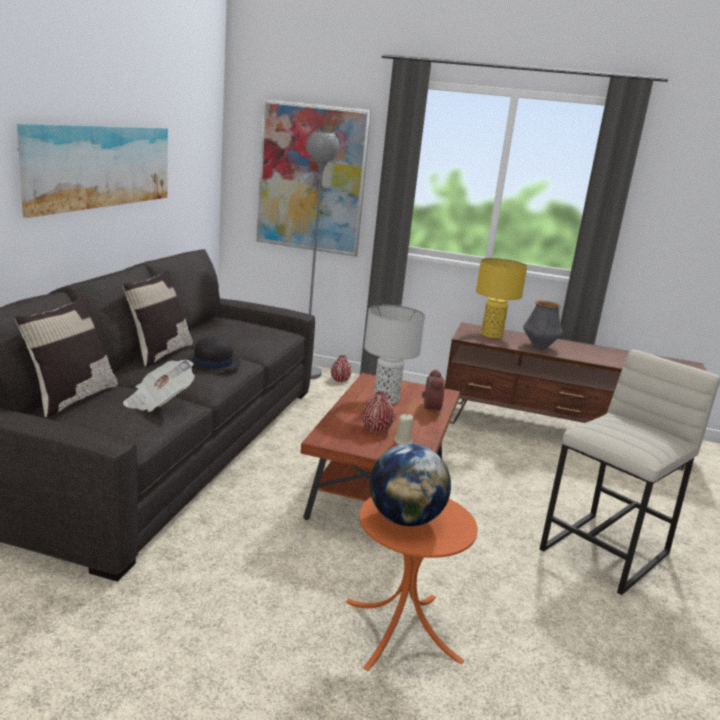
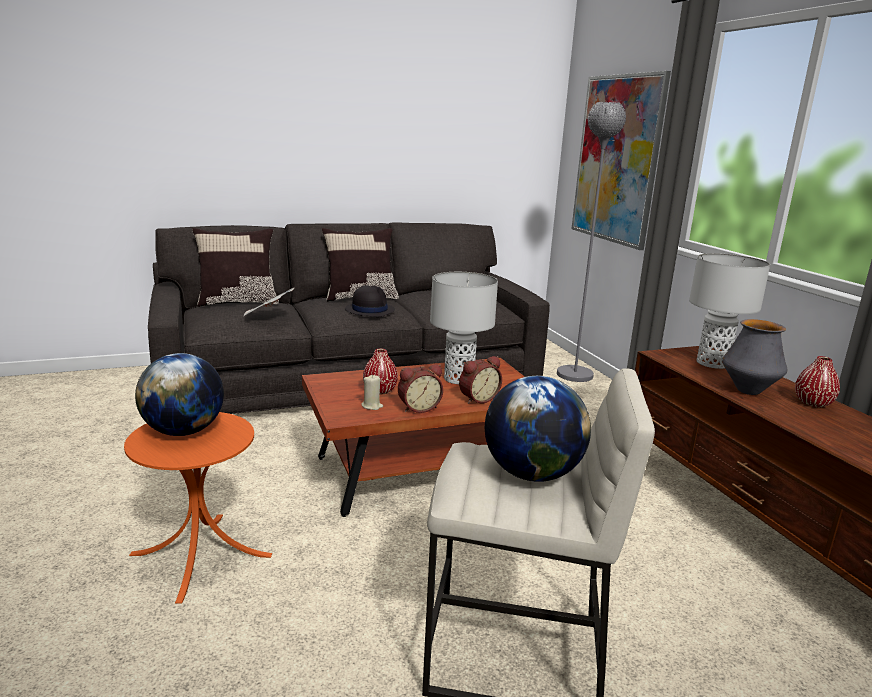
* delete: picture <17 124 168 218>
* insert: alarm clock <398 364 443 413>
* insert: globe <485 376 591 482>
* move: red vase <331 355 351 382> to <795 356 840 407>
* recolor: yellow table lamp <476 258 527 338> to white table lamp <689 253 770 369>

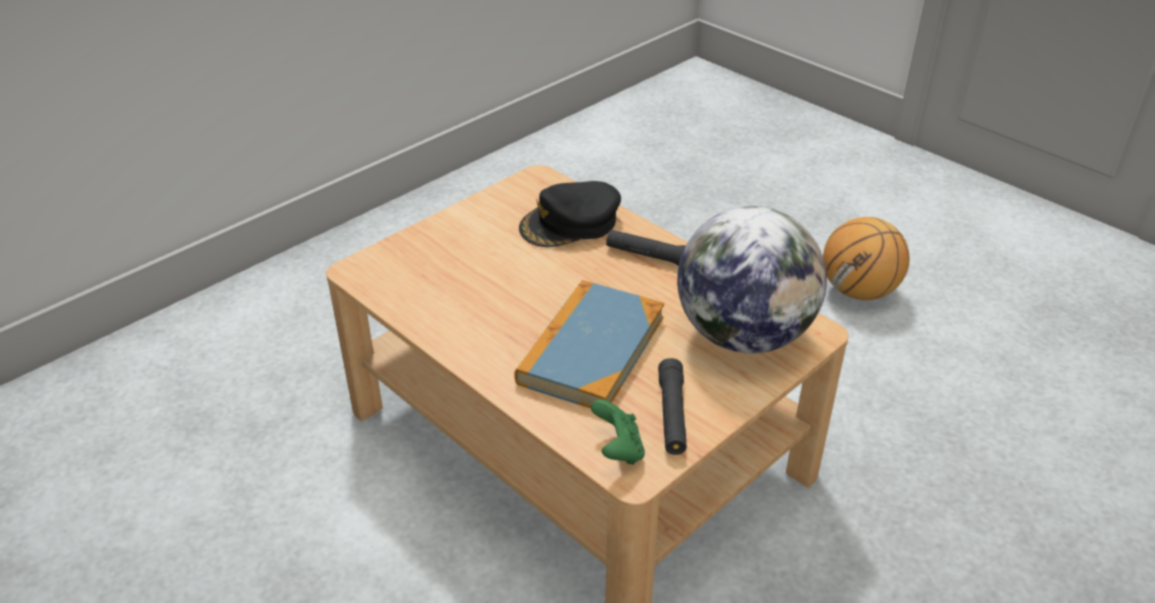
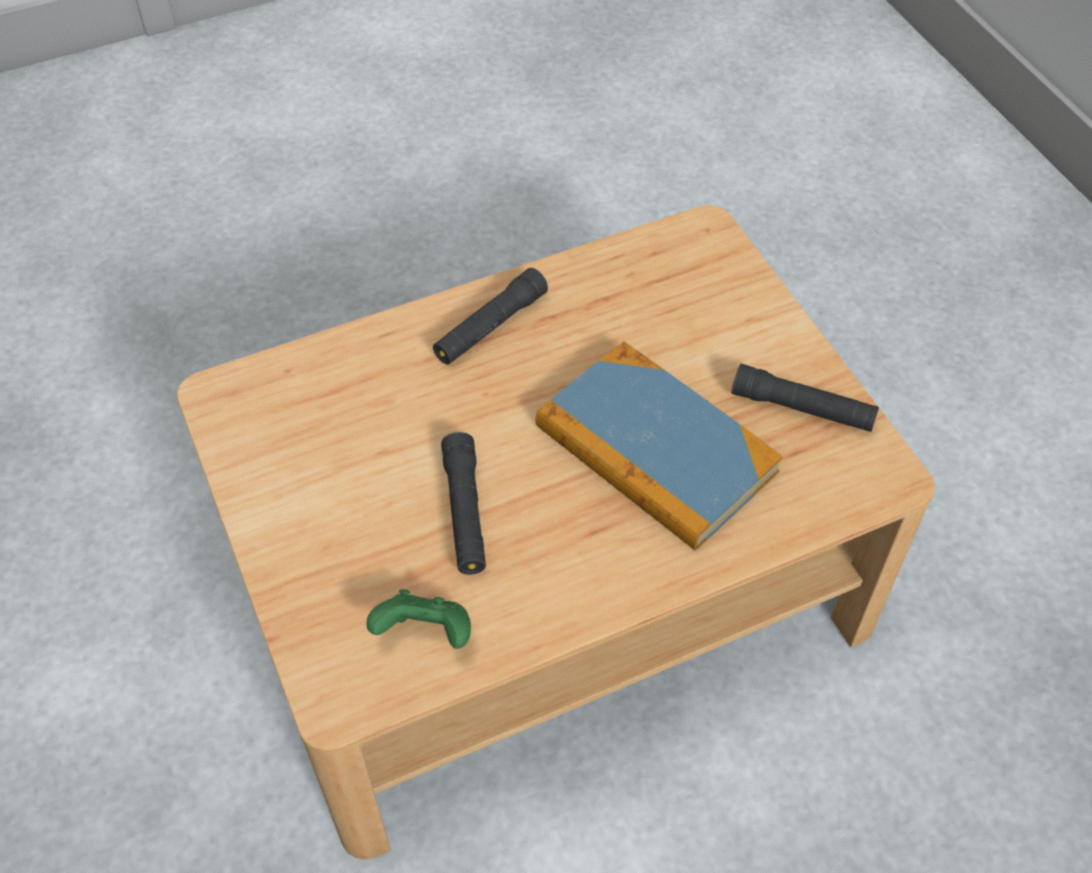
* delete: black cap <519 181 621 247>
* delete: globe <677 206 827 353>
* delete: basketball <823 217 909 300>
* insert: black flashlight <441 432 486 575>
* move: green game controller <591 400 645 465> to <366 589 471 649>

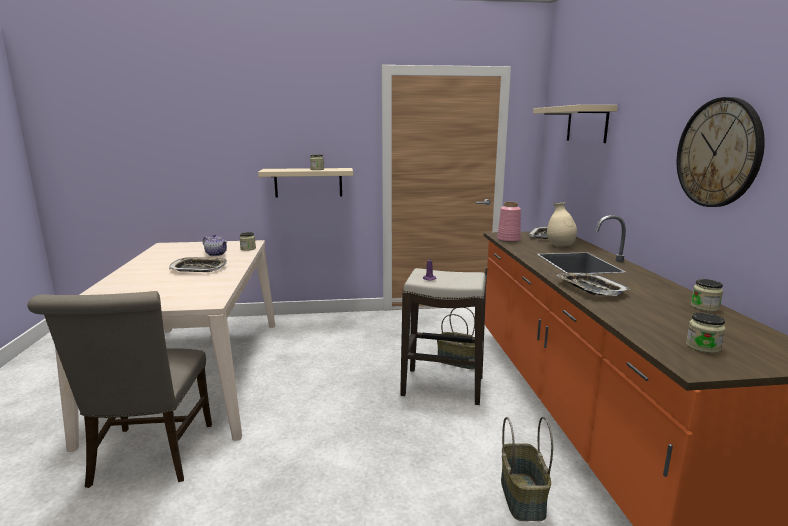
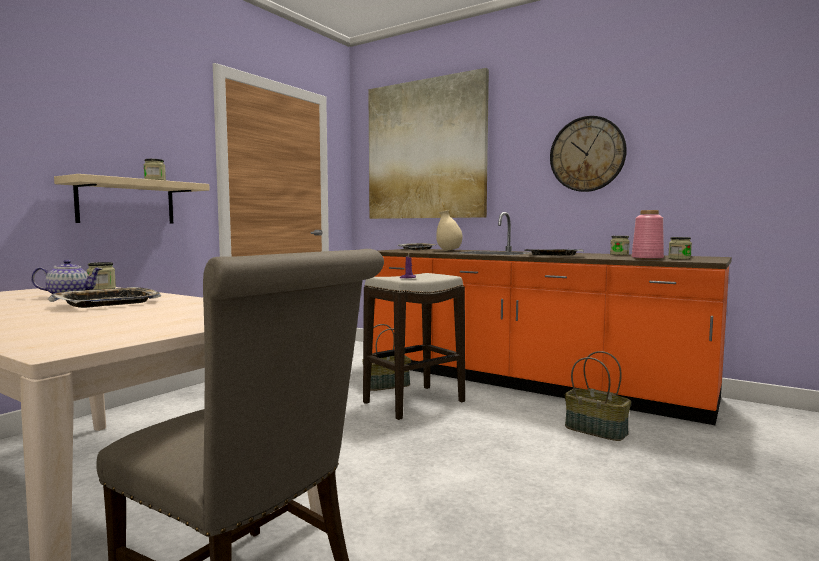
* move: pink vase <497 202 521 242> to <632 210 664 260>
* replace: beige shelf <533 105 618 143> to picture <368 68 489 219>

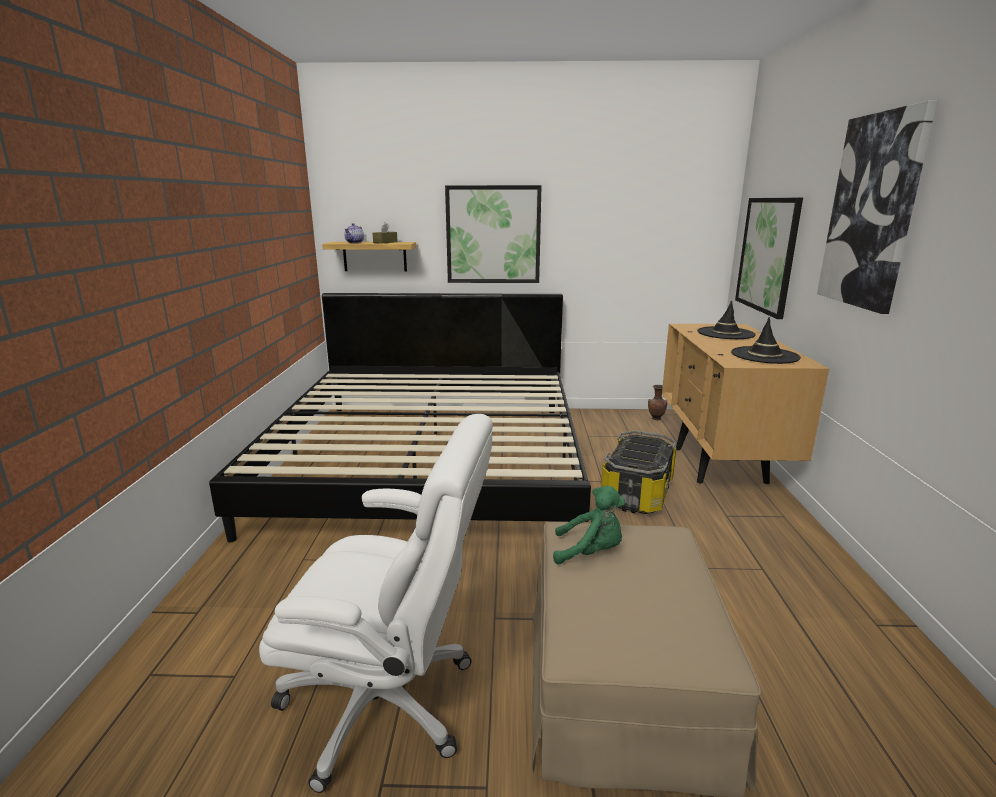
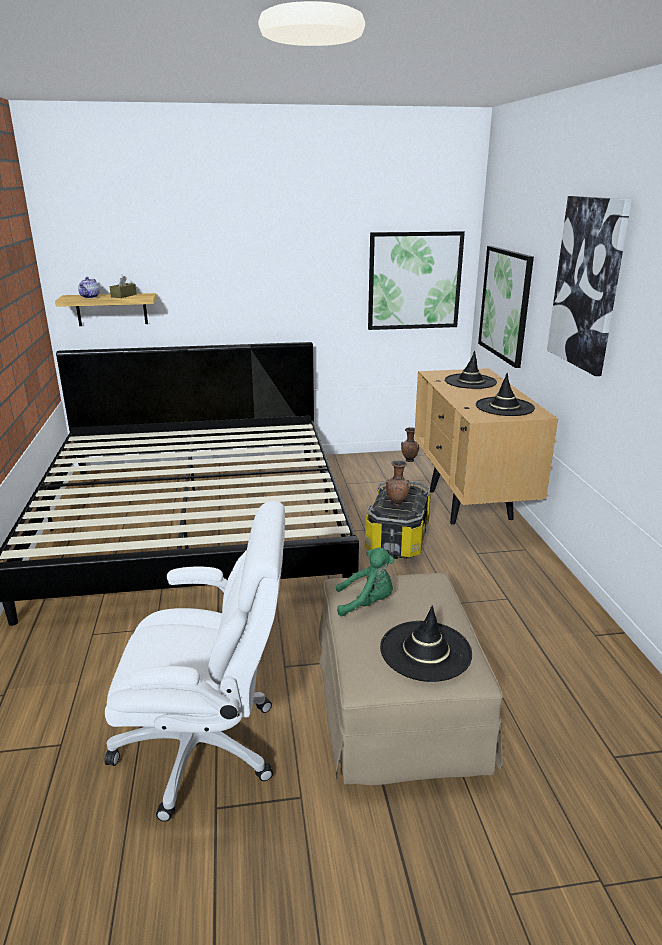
* insert: black hat <380 605 472 682>
* insert: brown vase <386 460 411 507>
* move: picture <445 185 542 283> to <368 231 465 330>

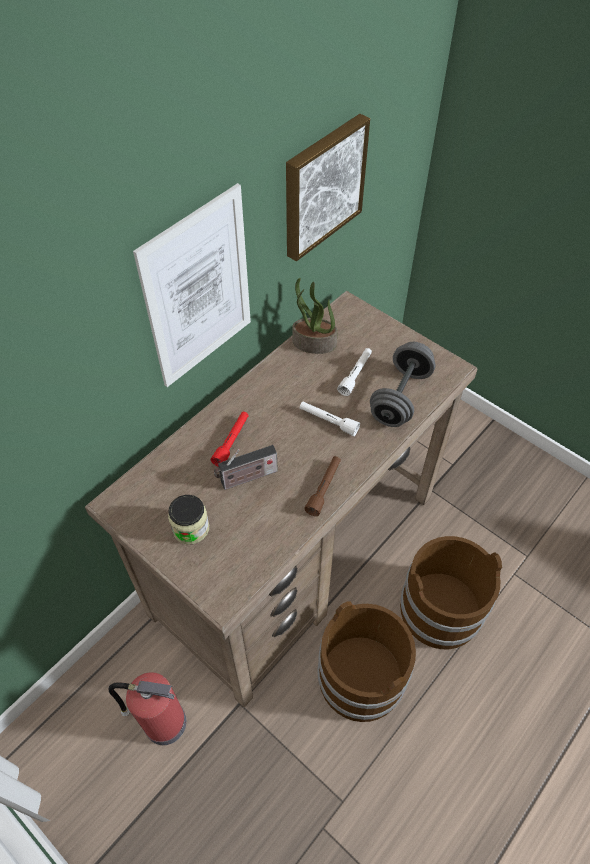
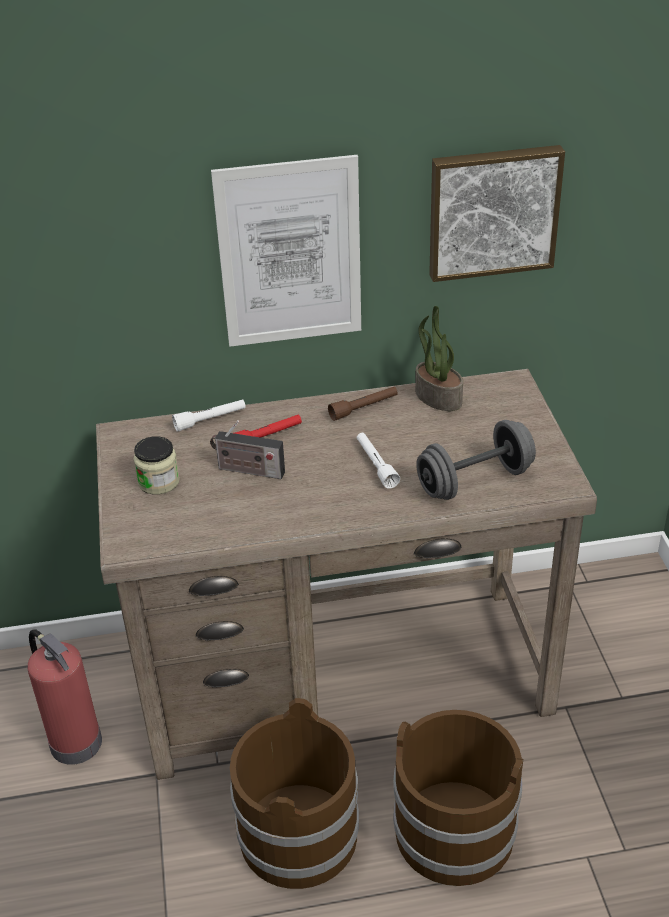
* move: brown flashlight <304 456 341 516> to <328 387 398 421>
* move: white flashlight <337 348 372 396> to <172 399 246 432>

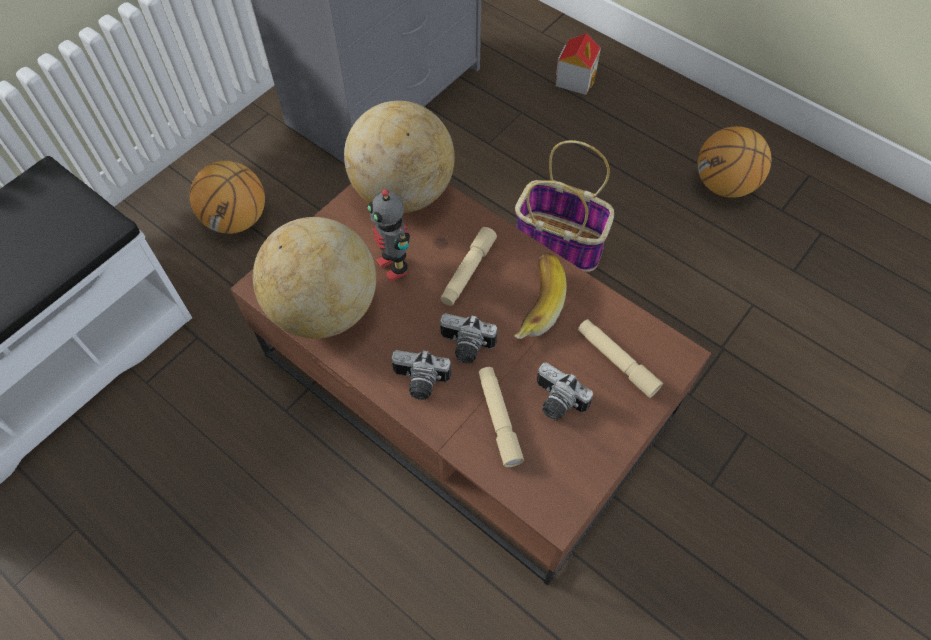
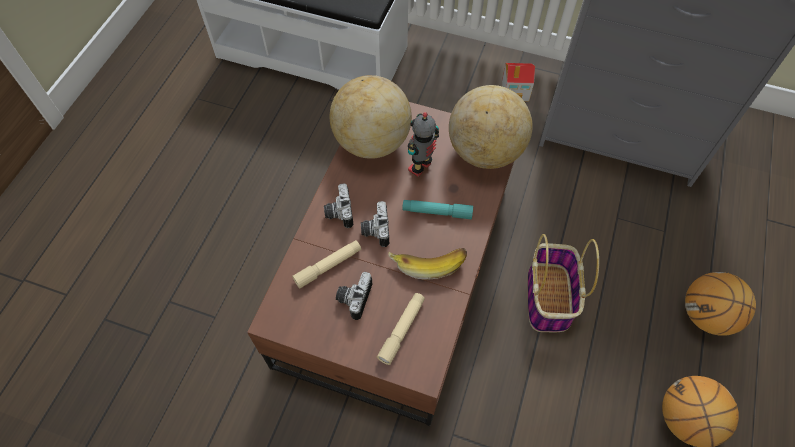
* move: basketball <190 161 265 234> to <685 272 756 336>
* move: toy house <555 33 601 95> to <502 63 535 101>
* recolor: beige flashlight <440 227 497 306> to turquoise flashlight <402 200 473 219>

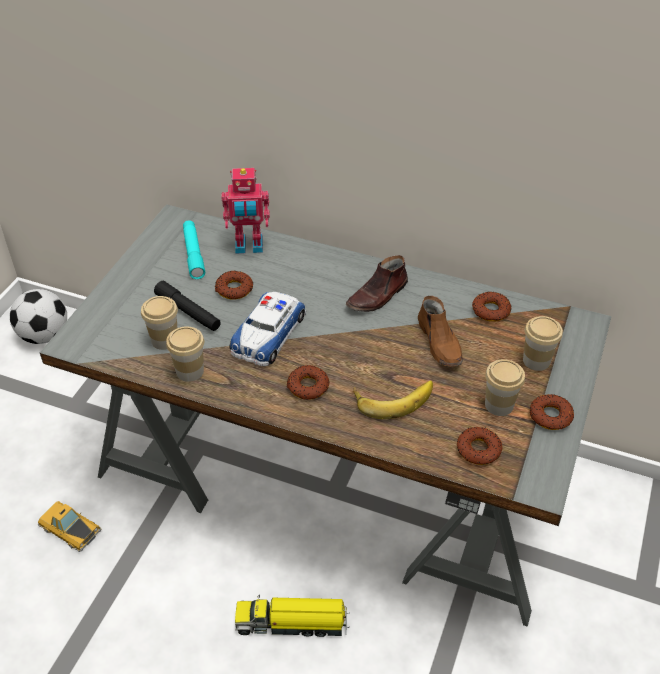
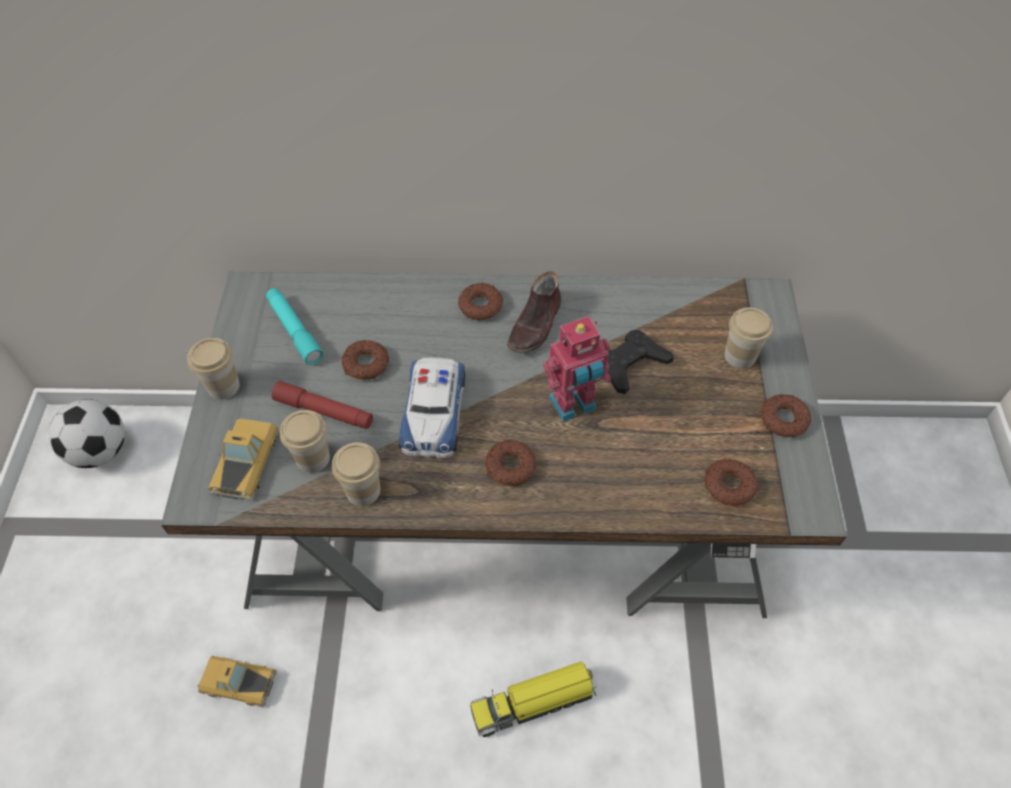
* delete: banana <353 380 433 419>
* insert: toy car <208 418 280 501>
* move: toy robot <221 168 270 254> to <543 316 611 422>
* move: donut <472 292 512 322> to <458 283 503 320>
* move: cup <485 359 525 416> to <187 338 240 400>
* replace: brown shoe <418 296 463 367> to black game controller <607 330 674 394>
* recolor: black flashlight <154 281 221 331> to red flashlight <272 381 373 429>

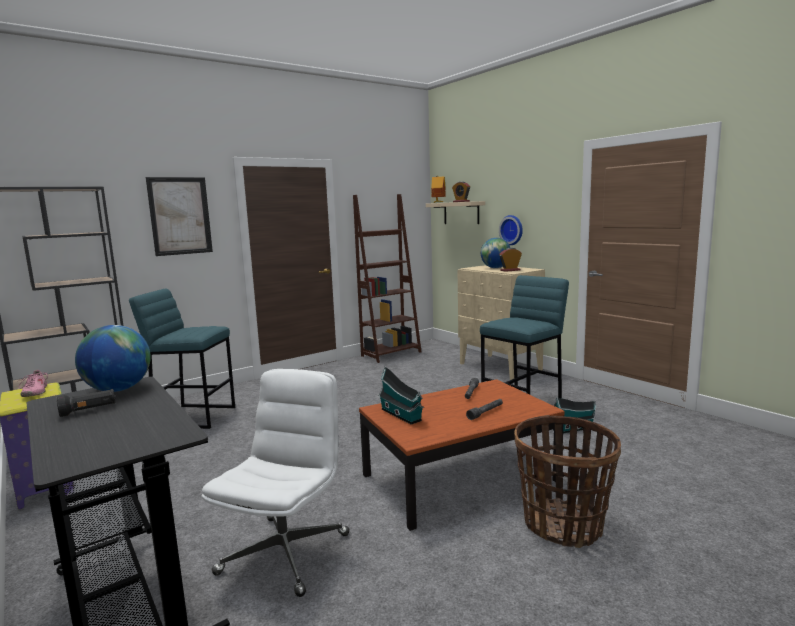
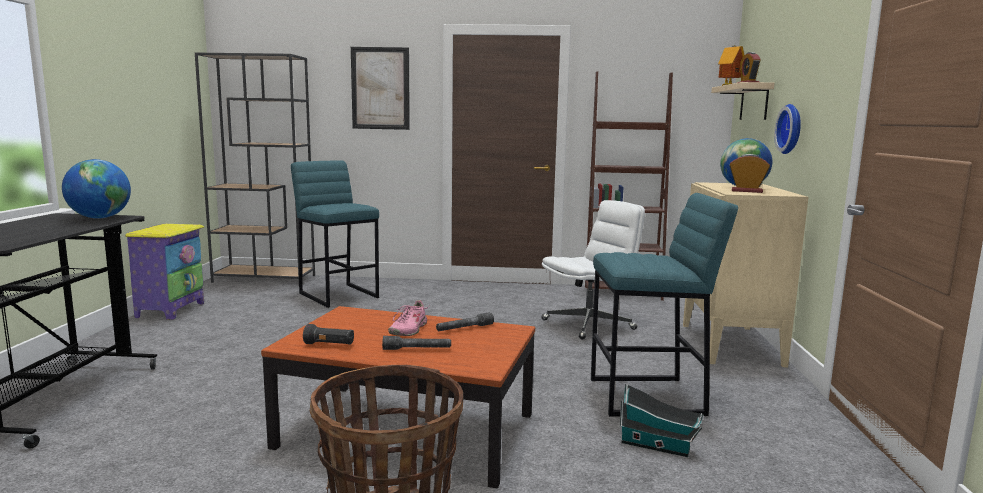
* delete: toy house <378 366 424 424>
* move: pink shoe <18 370 48 397> to <388 300 430 336>
* move: black flashlight <57 389 116 417> to <303 324 354 345>
* move: white office chair <201 369 350 597> to <542 200 645 340>

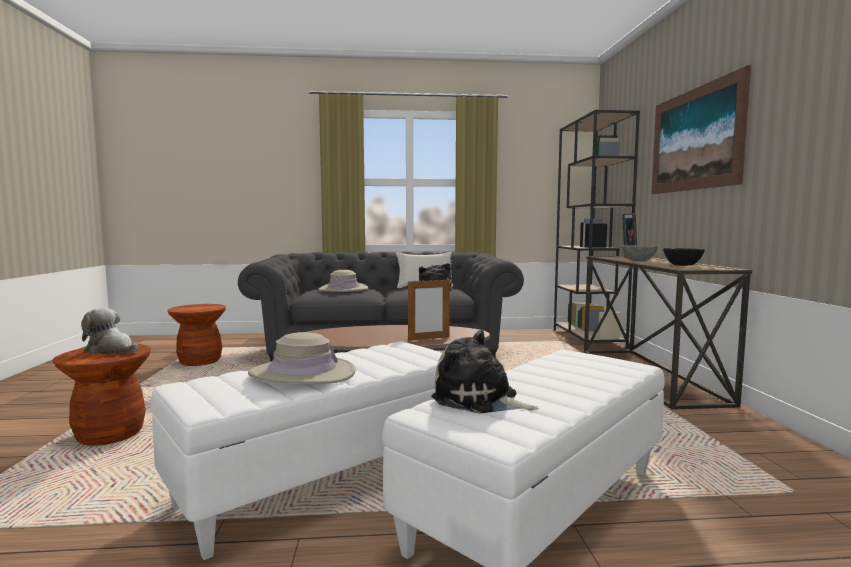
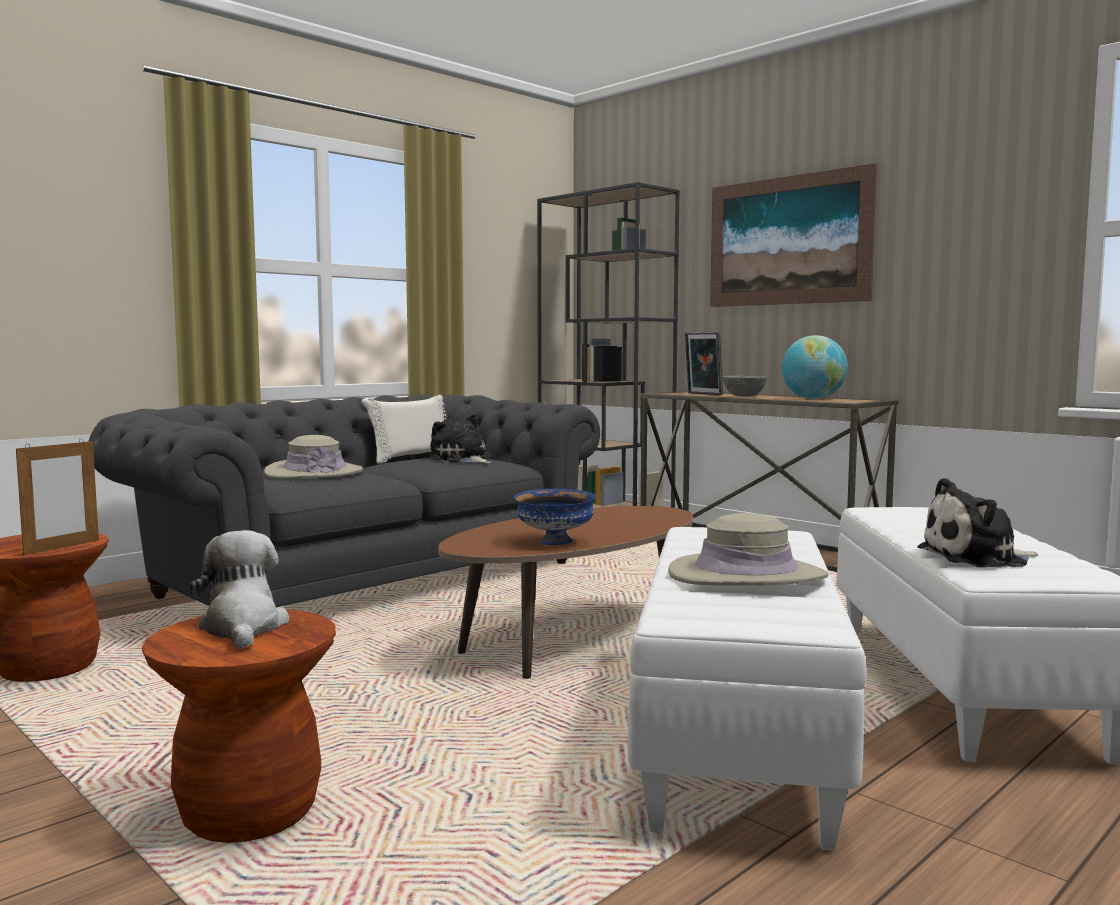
* insert: blue bowl <514 489 596 545>
* move: picture frame <408 278 450 341> to <16 439 99 555>
* replace: black bowl <663 248 705 266> to globe <782 335 848 399>
* rotate: plush toy <81 308 139 354> = <190 530 289 648> 90 degrees clockwise

